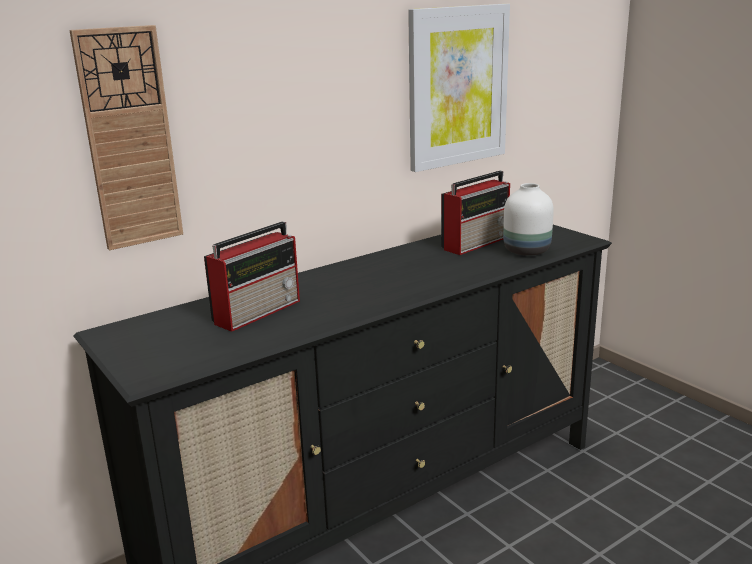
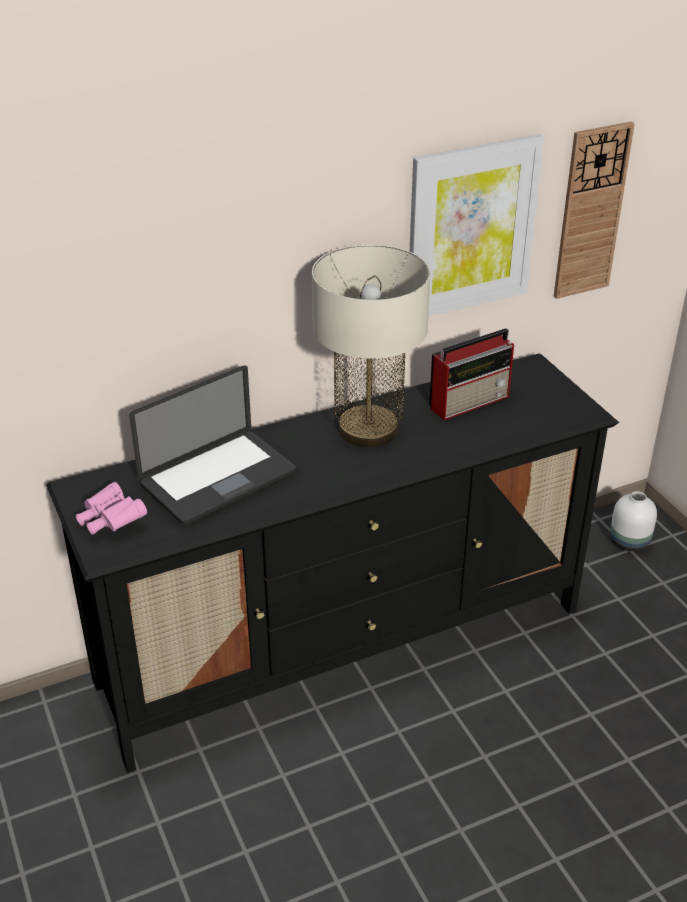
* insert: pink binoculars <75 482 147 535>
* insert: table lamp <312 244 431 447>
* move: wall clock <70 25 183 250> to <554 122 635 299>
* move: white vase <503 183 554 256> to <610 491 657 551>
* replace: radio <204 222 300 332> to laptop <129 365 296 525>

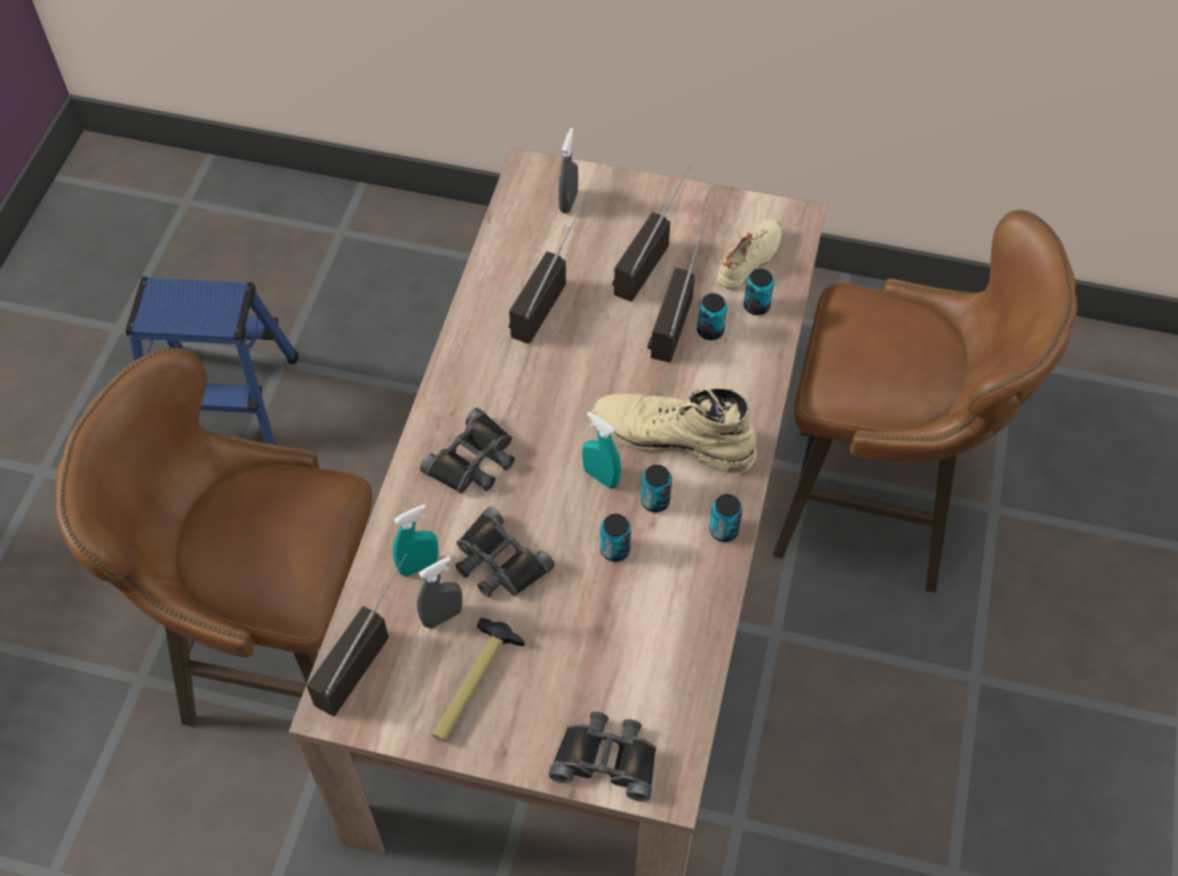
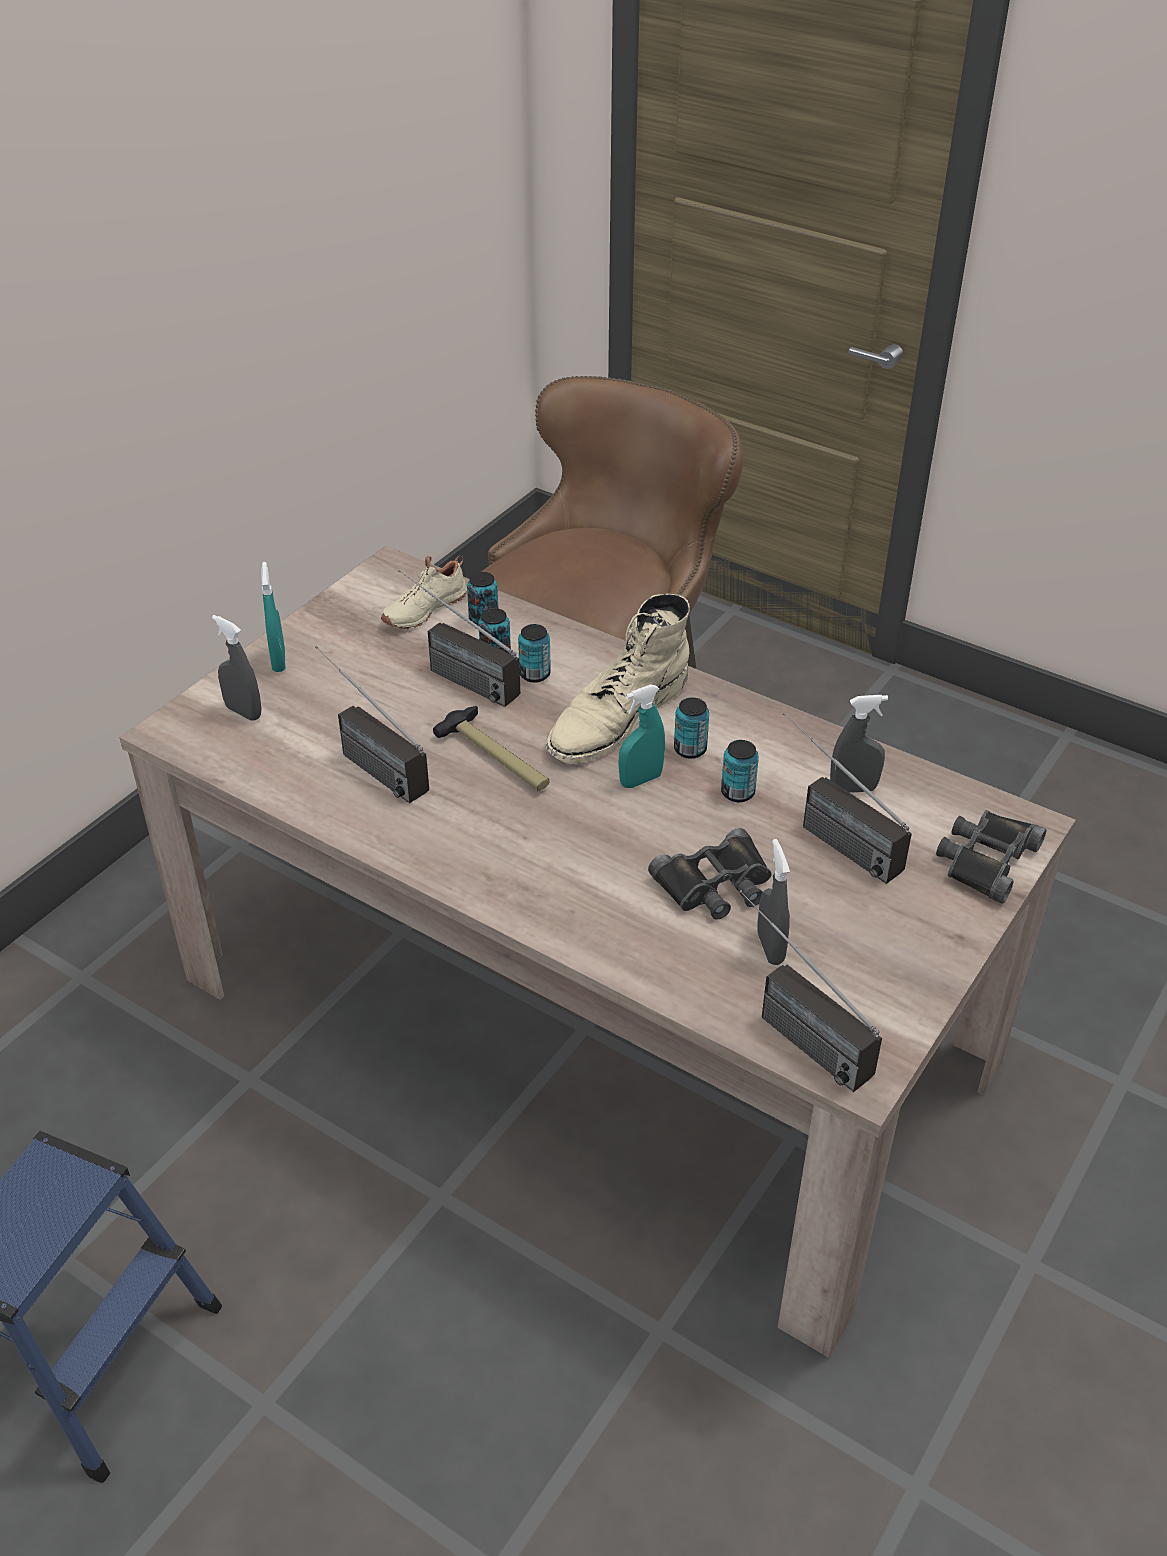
* delete: brown stool <56 347 372 727>
* delete: black binoculars <420 408 515 494>
* insert: grey spray bottle <830 695 888 793>
* move: turquoise spray bottle <393 504 439 577> to <261 562 286 672>
* move: hammer <432 618 525 742> to <433 706 549 791>
* move: radio <612 165 691 302> to <783 712 912 884>
* move: can <709 494 742 542> to <518 624 551 683>
* rotate: beige shoe <717 219 782 289> = <381 556 467 629> 105 degrees counterclockwise

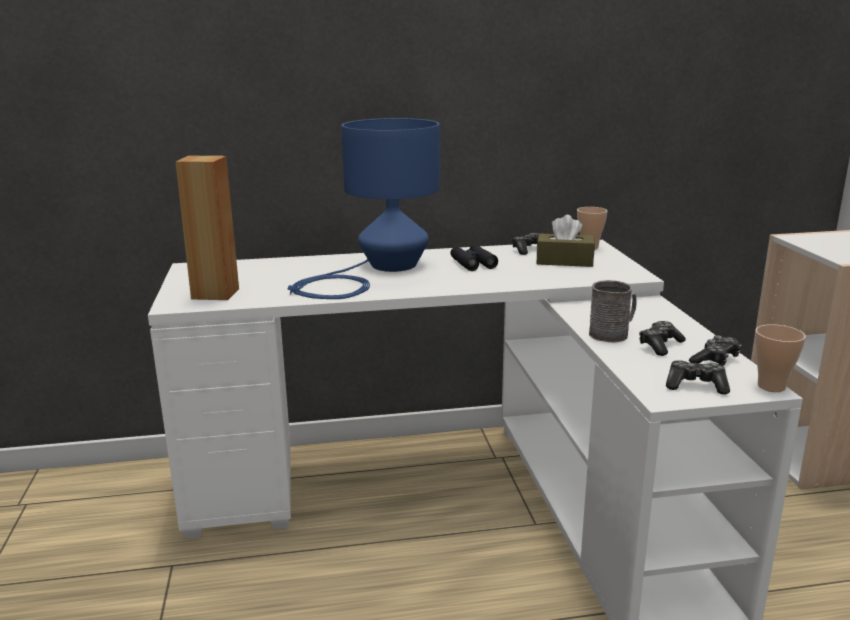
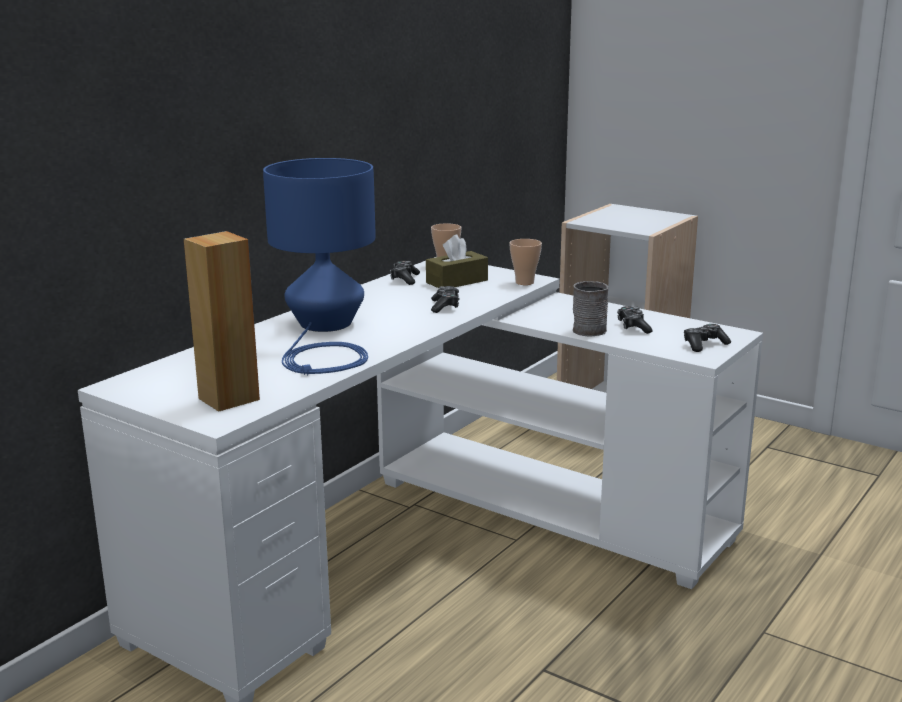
* delete: black binoculars <450 245 498 271>
* move: game controller <689 335 742 366> to <431 286 459 313>
* move: cup <755 324 806 392> to <509 239 542 285>

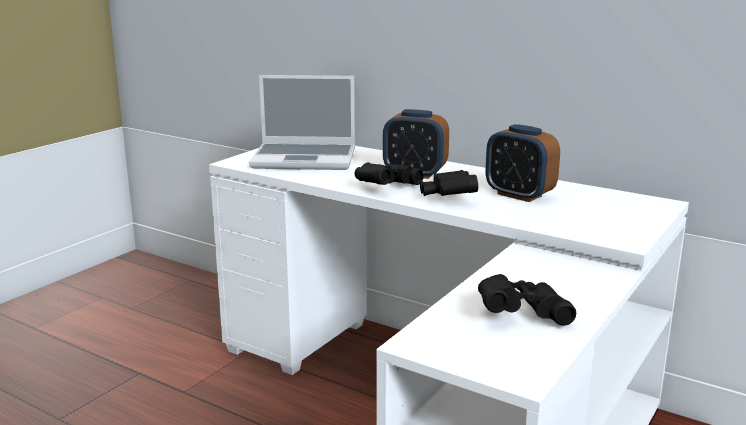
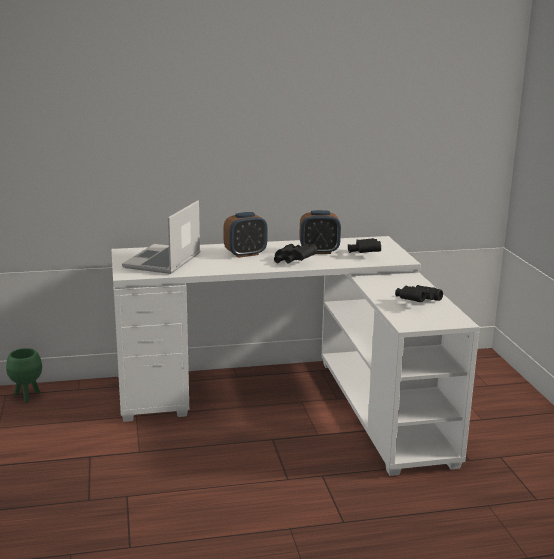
* insert: green planter <6 348 42 402>
* move: black binoculars <355 163 424 185> to <348 238 381 253>
* rotate: laptop <249 75 355 170> = <122 200 200 274> 150 degrees clockwise

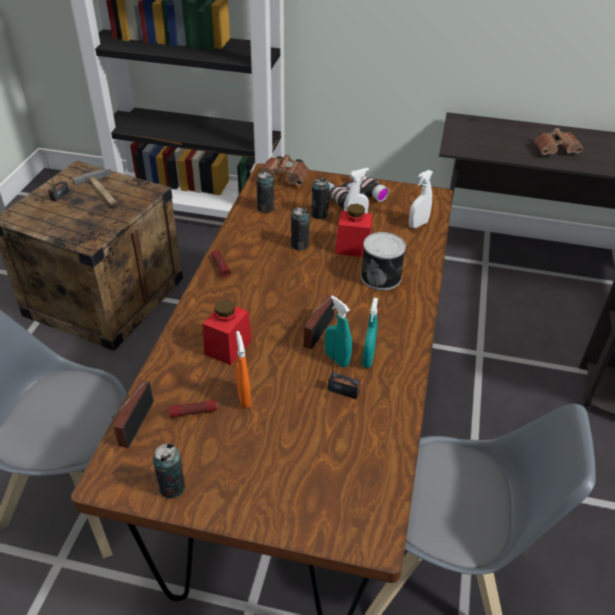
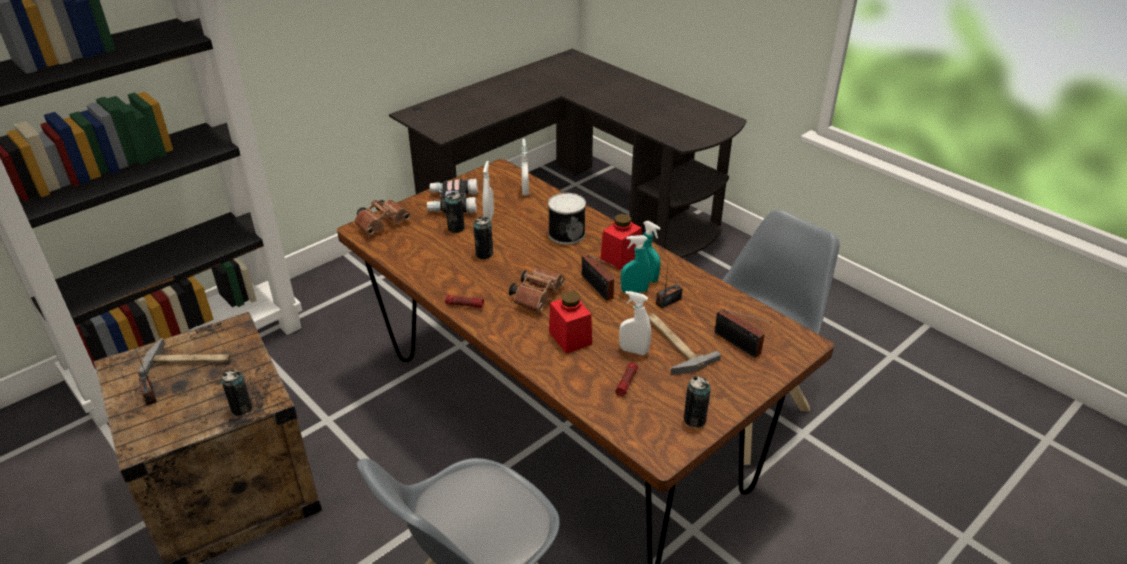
* insert: hammer <648 313 721 375>
* move: radio <112 380 154 448> to <714 309 772 358>
* move: can <256 172 274 213> to <222 370 252 416>
* move: red jar <335 204 372 257> to <600 214 642 270>
* move: brown binoculars <534 128 583 155> to <509 268 565 312>
* recolor: orange spray bottle <235 331 251 408> to white spray bottle <619 291 651 355>

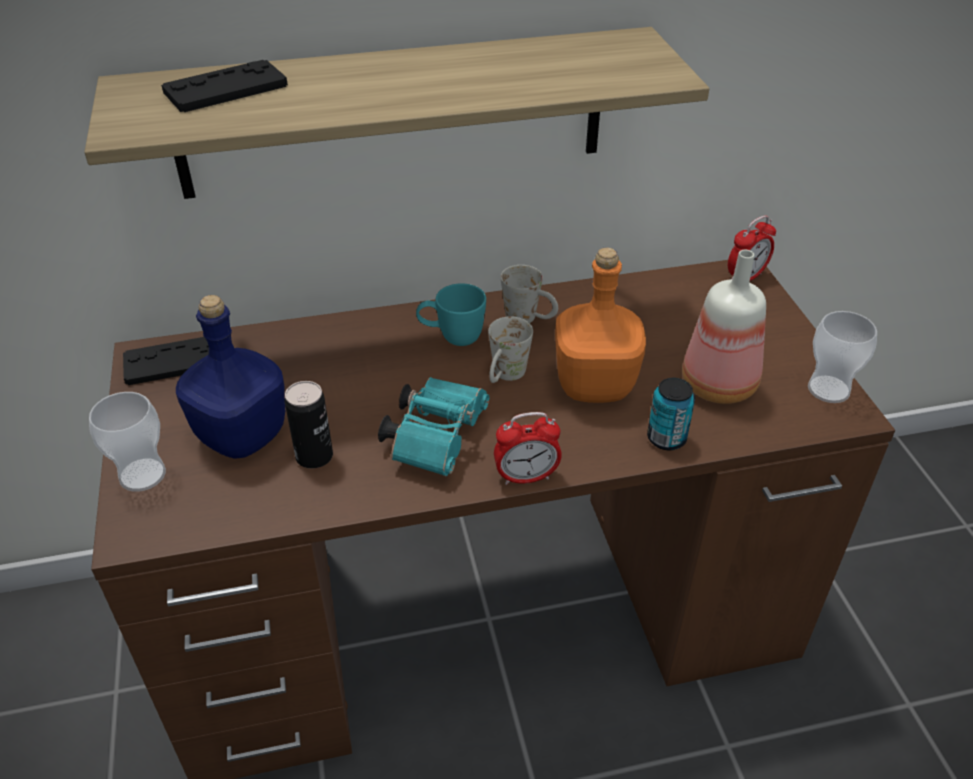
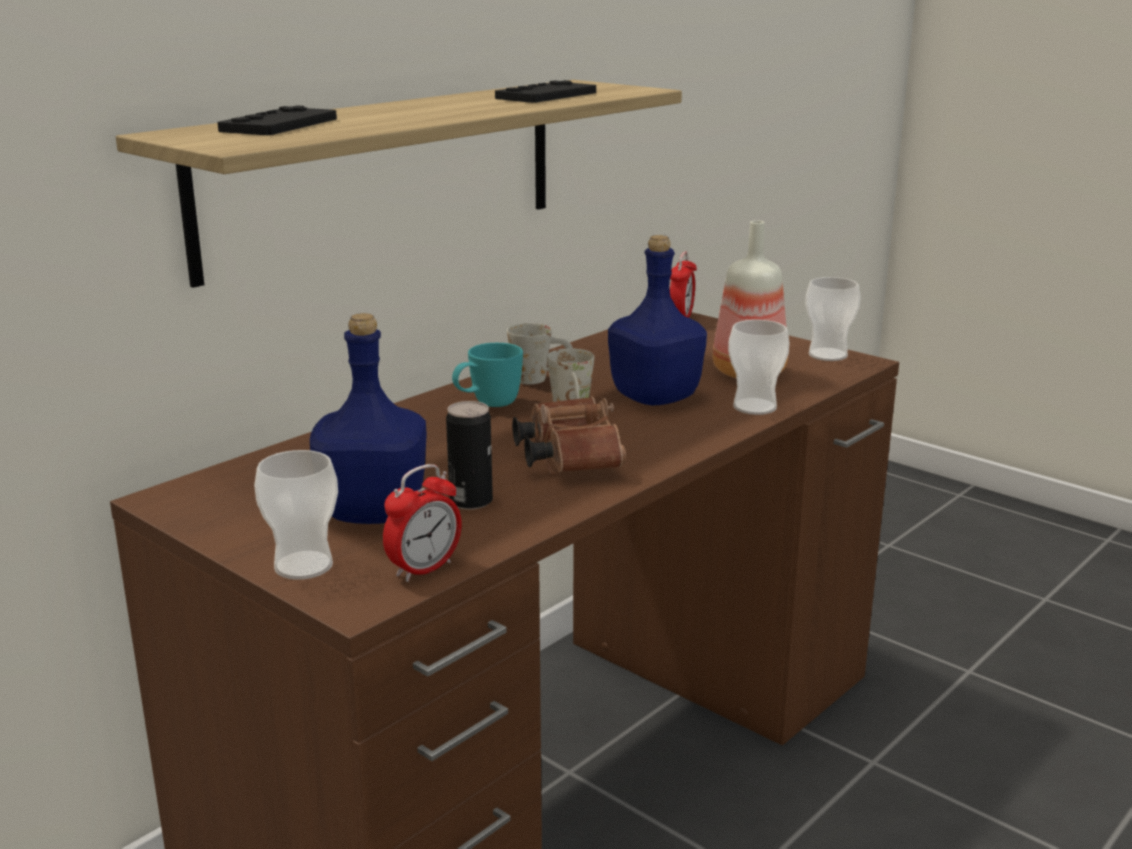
* move: black game controller <123 337 209 385> to <495 80 596 103>
* move: alarm clock <494 412 562 485> to <383 464 462 582>
* replace: can <647 378 695 450> to cup <728 320 790 415>
* recolor: turquoise binoculars <378 377 489 476> to brown binoculars <512 397 626 475>
* recolor: orange bottle <555 248 646 403> to blue bottle <608 235 707 405>

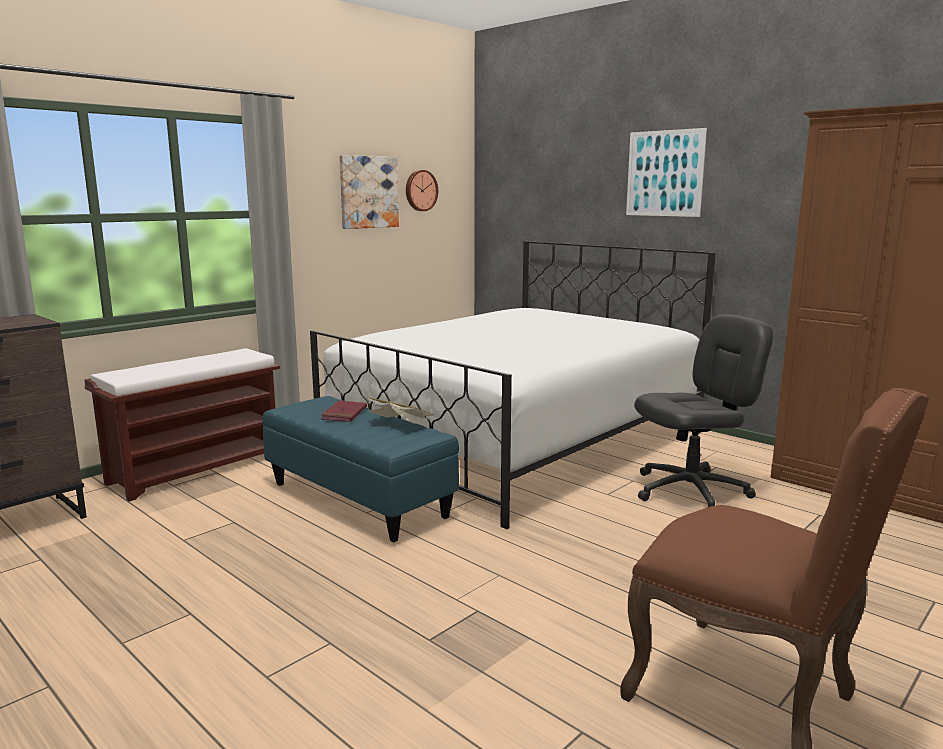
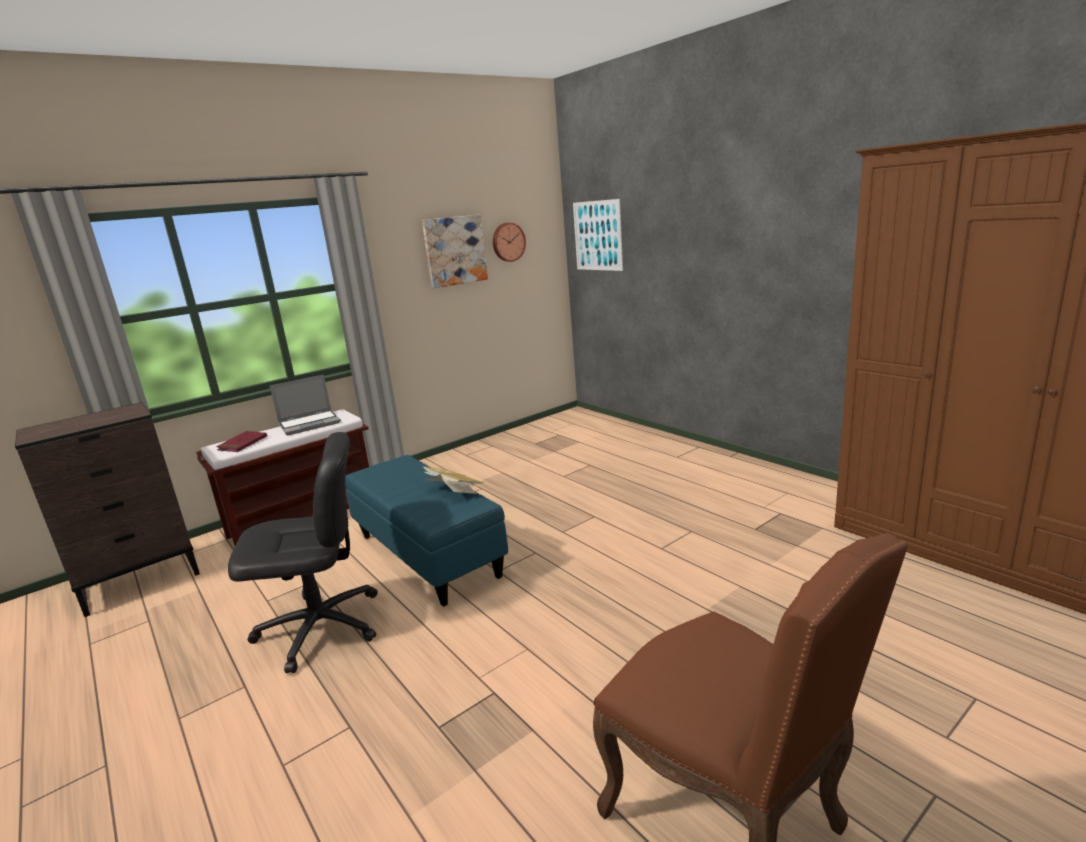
* delete: white bed <310 241 716 529>
* insert: laptop <270 375 341 435>
* move: red book <321 400 367 422> to <216 431 267 452>
* move: picture <626 128 707 217> to <573 199 623 271>
* move: black office chair <634 315 773 507> to <228 432 378 673>

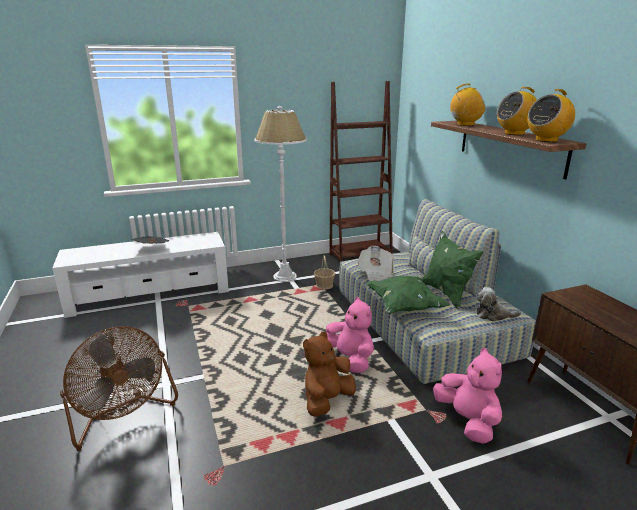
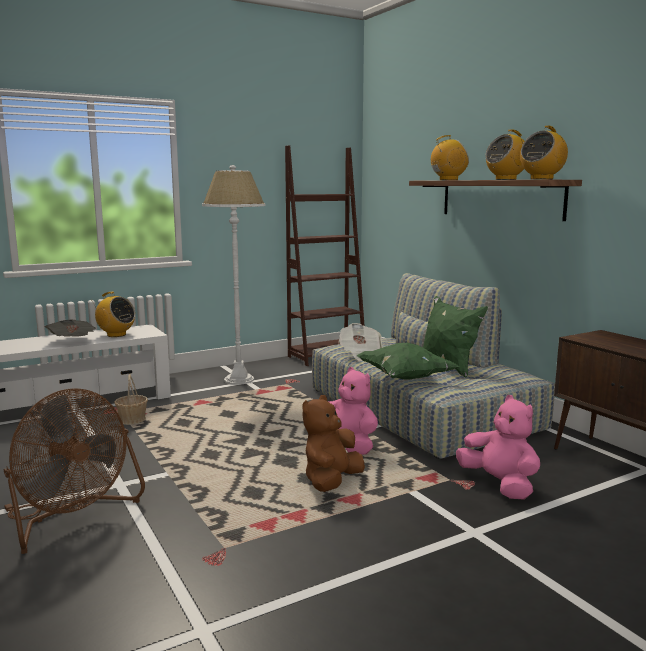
* delete: plush toy <476 287 521 322>
* insert: radio <92 292 135 337>
* move: basket <314 255 335 290> to <114 374 148 425>

